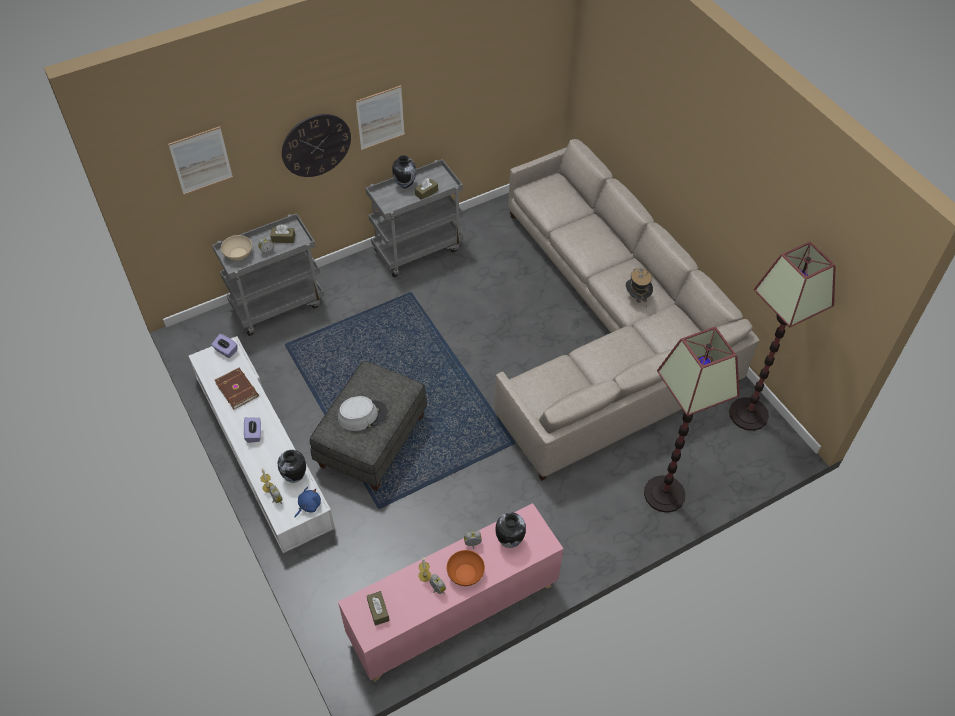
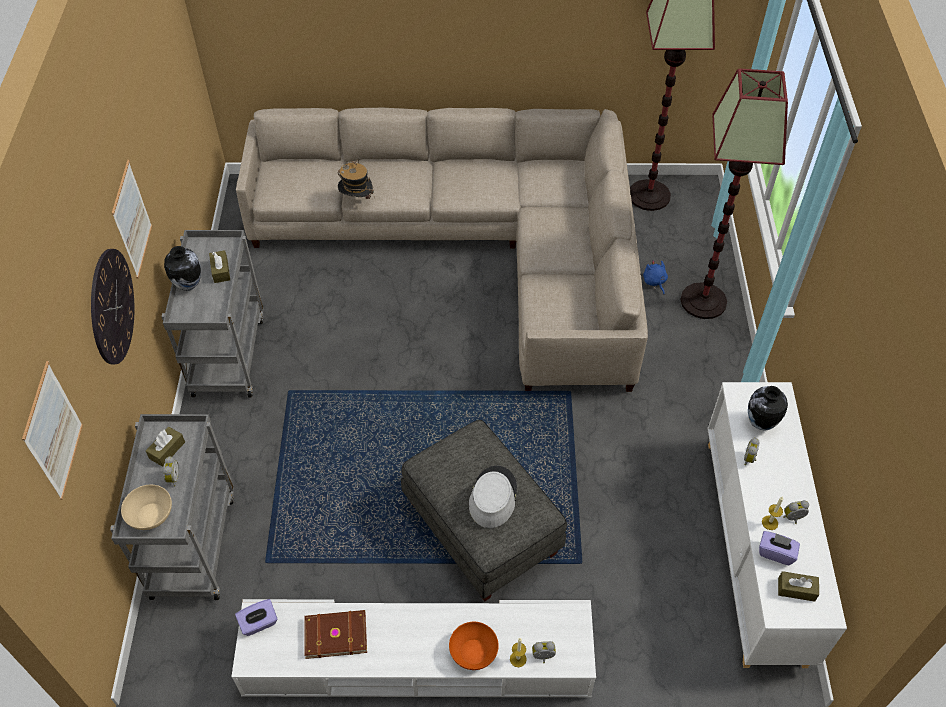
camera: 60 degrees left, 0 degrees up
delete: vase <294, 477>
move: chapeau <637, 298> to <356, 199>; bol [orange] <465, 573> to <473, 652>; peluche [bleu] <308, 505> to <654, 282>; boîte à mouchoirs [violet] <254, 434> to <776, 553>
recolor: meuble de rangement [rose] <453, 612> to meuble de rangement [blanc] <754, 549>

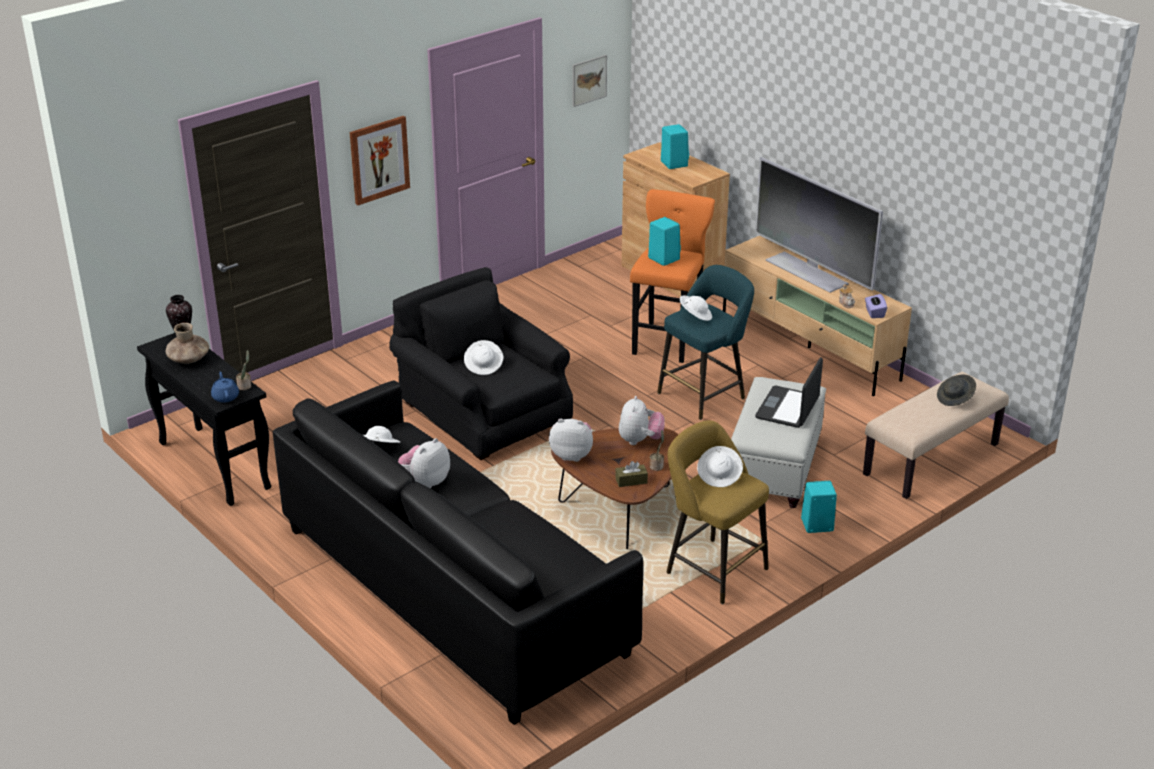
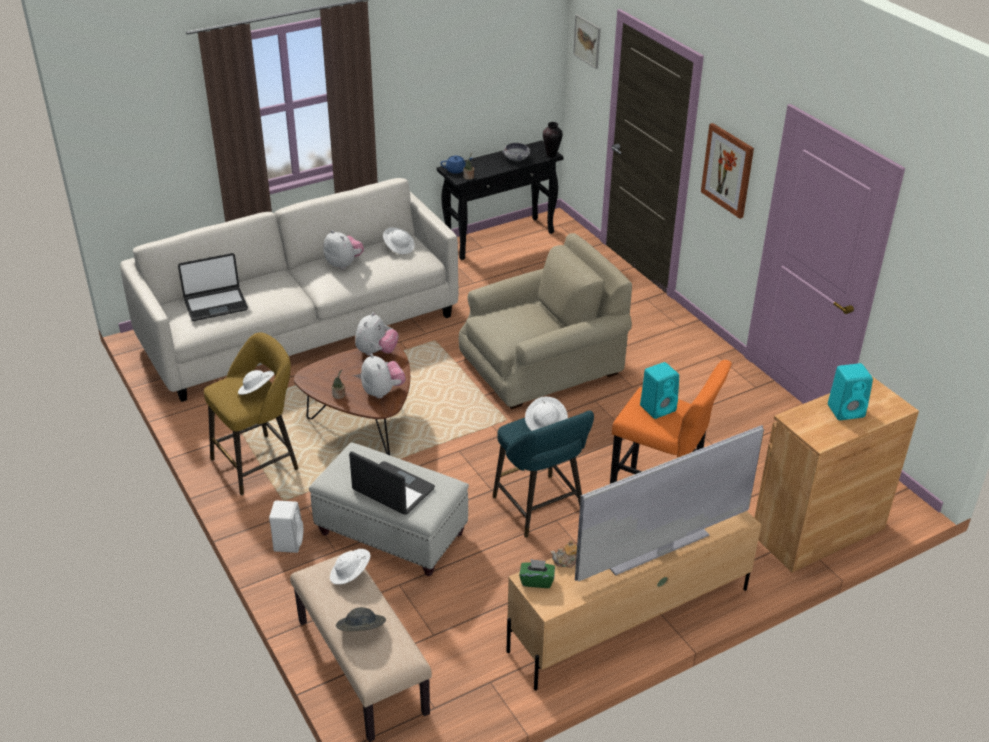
camera: 100 degrees right, 5 degrees up
delete: boîte à mouchoirs [marron] <631, 481>
insert: ordinateur portable <215, 304>
move: chapeau [blanc] <484, 366> to <350, 575>; tableau <589, 80> to <587, 41>
replace: vase [marron] <188, 359> to bol <516, 158>
recolor: canapé [noir] <452, 590> to canapé [blanc] <300, 329>; enceinte [turquoise] <816, 525> to enceinte [blanc] <288, 542>; fauteuil [noir] <484, 412> to fauteuil [beige] <541, 365>; boîte à mouchoirs [violet] <874, 313> to boîte à mouchoirs [vert] <536, 581>
rotate: peluche <640, 440> = <383, 392> 135 degrees counterclockwise

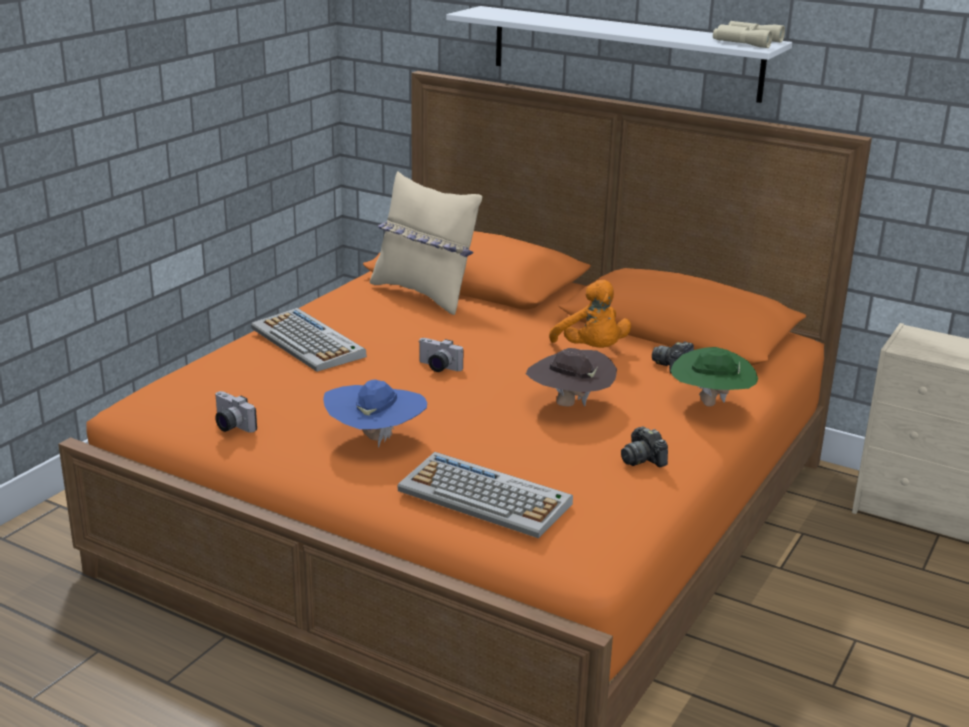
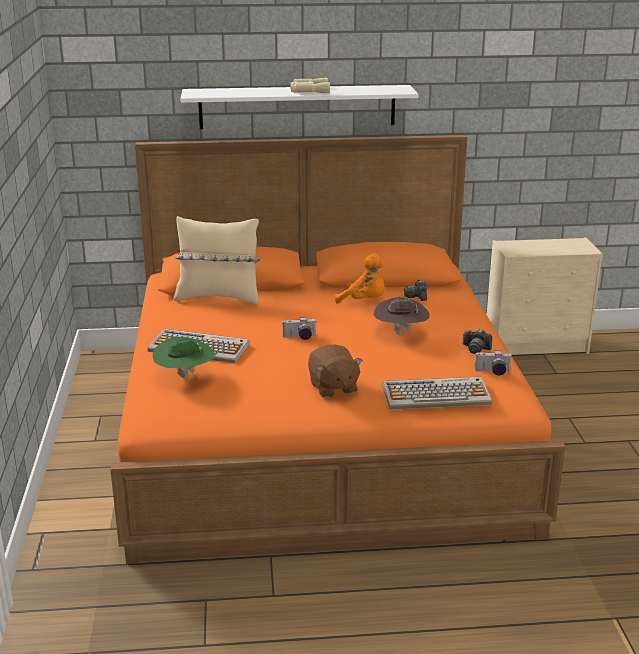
camera: 35 degrees left, 0 degrees up
move: chapeau [vert] <710, 404> to <185, 377>; jumelles [beige] <745, 41> to <308, 90>; appareil photo <230, 426> to <492, 372>
replace: chapeau [bleu] <376, 439> to peluche [marron] <333, 388>

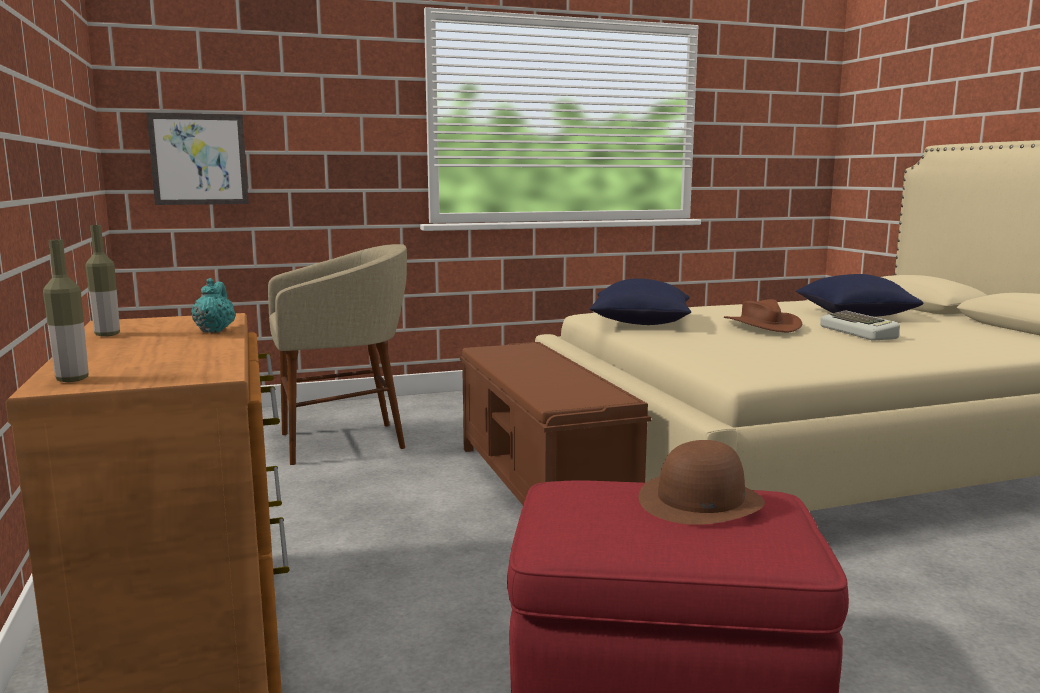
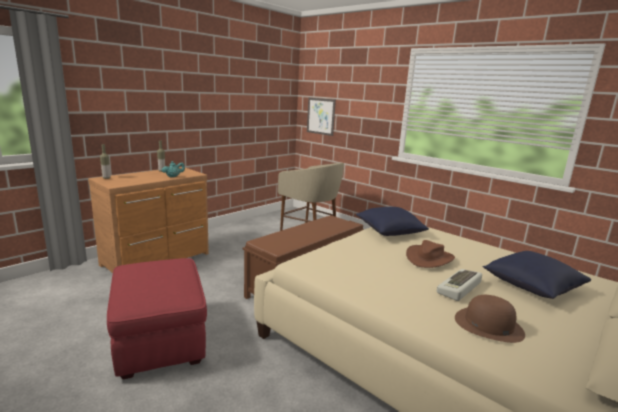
camera: 60 degrees right, 5 degrees up
move: chapeau [marron] <700, 501> to <488, 325>

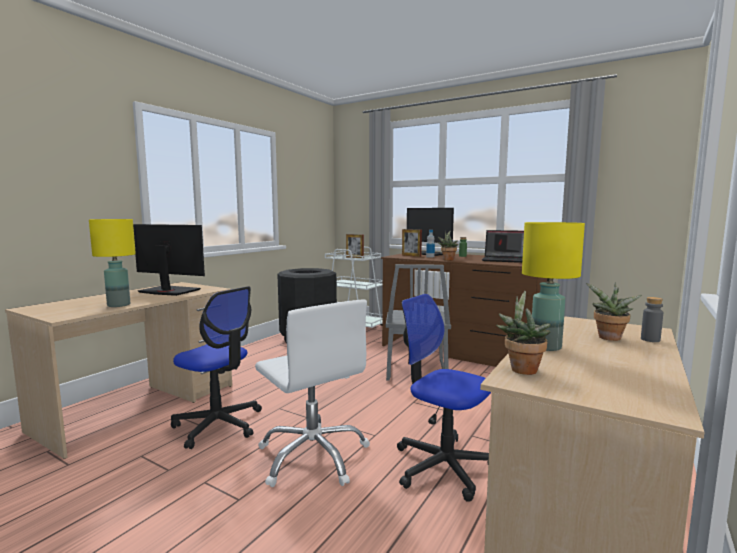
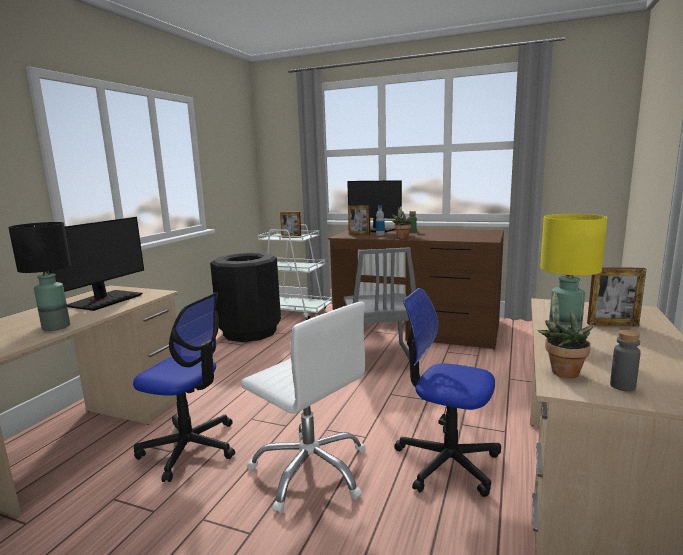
camera: 10 degrees left, 5 degrees up
delete: ordinateur portable <507, 260>
move: bouteille [gris] <650, 340> to <622, 386>
replace: plante en pot <608, 338> to cadre photo <612, 324>
recolor: lampe de table [jaune] <118, 305> to lampe de table [noir] <55, 327>
rotate: écran d'ordinateur <169, 291> = <104, 300> 105 degrees clockwise

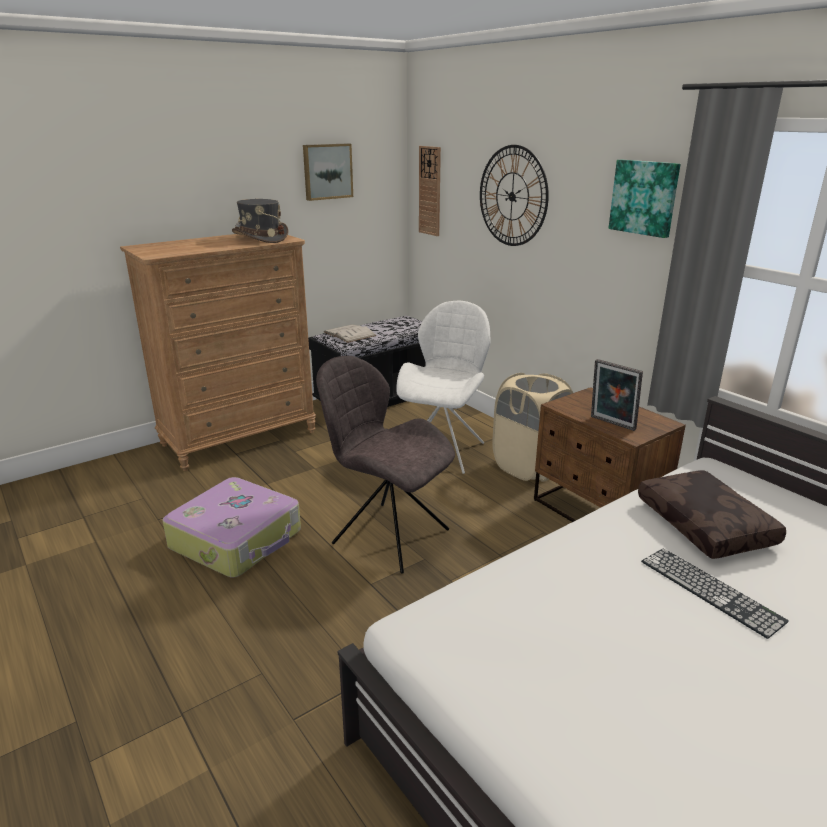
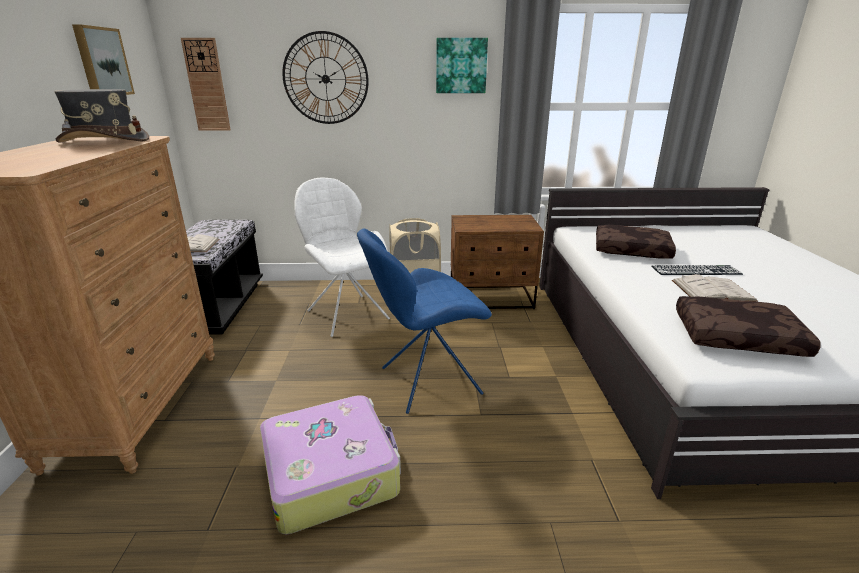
camera: 55 degrees left, 0 degrees up
delete: cadre photo <611, 424>
insert: livre [blanc] <712, 290>; coussin [marron] <737, 336>
recolor: chaise [gris] <387, 535> to chaise [bleu] <426, 381>

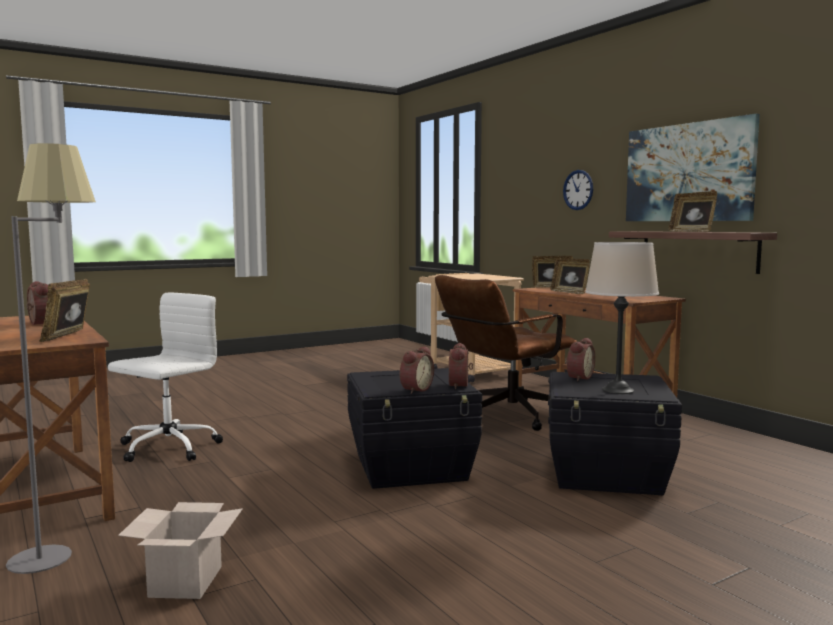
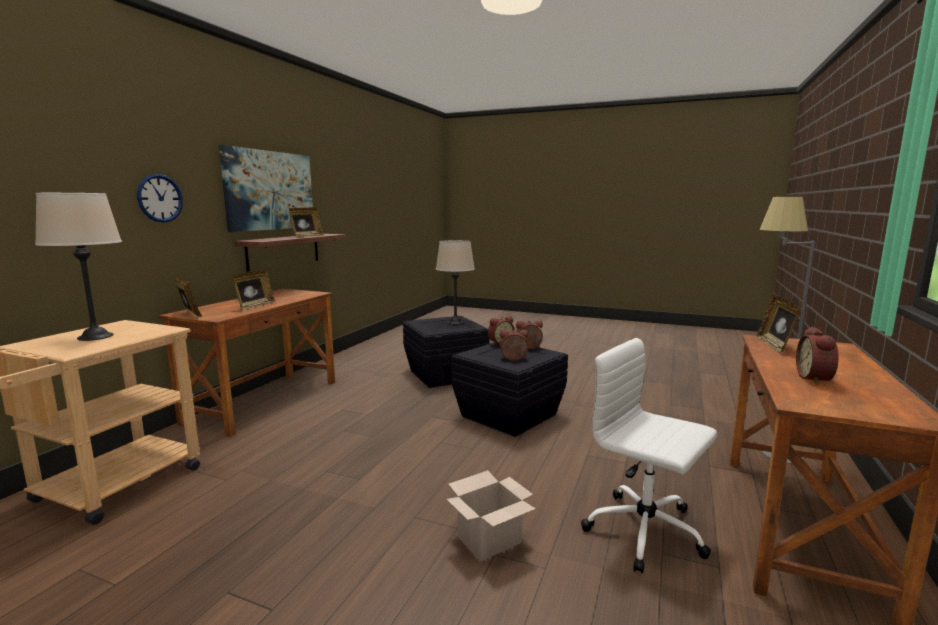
camera: 125 degrees left, 5 degrees up
delete: chaise de bureau [marron] <503, 417>
insert: lampe de table [beige] <95, 337>
move: carton <185, 580> to <489, 541>; réveil <578, 378> to <513, 359>
rotate: chaise de bureau [blanc] <167, 448> = <646, 532> 45 degrees clockwise; cadre photo <69, 336> = <774, 346> 135 degrees clockwise

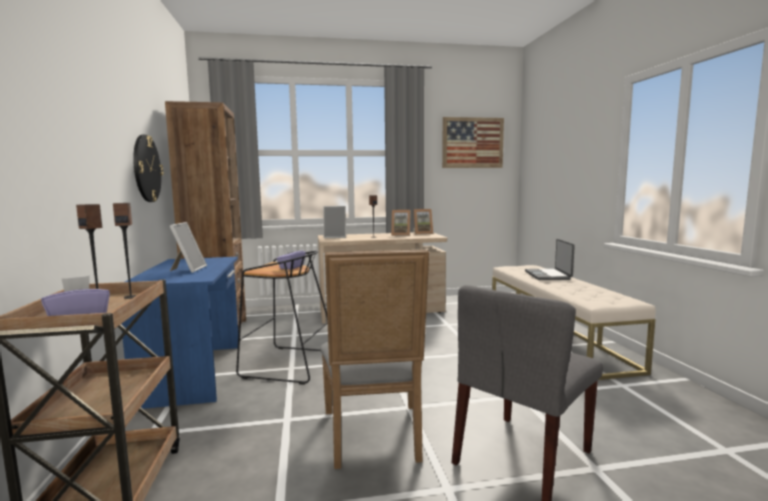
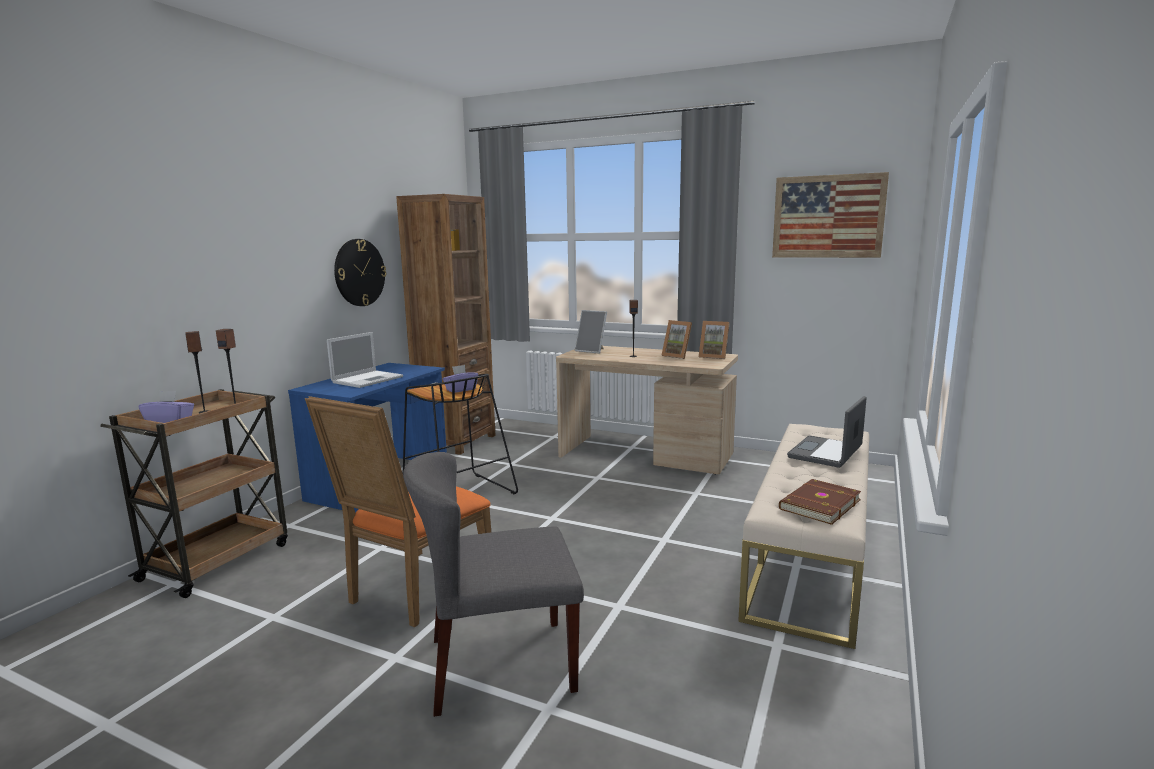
camera: 35 degrees right, 5 degrees up
insert: livre [marron] <818, 504>
replace: cadre photo <188, 269> to ordinateur portable <368, 379>
recolor: chaise [gris] <374, 438> to chaise [orange] <414, 591>

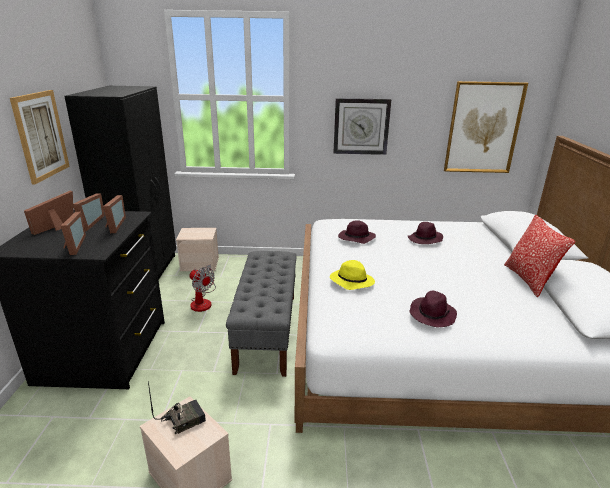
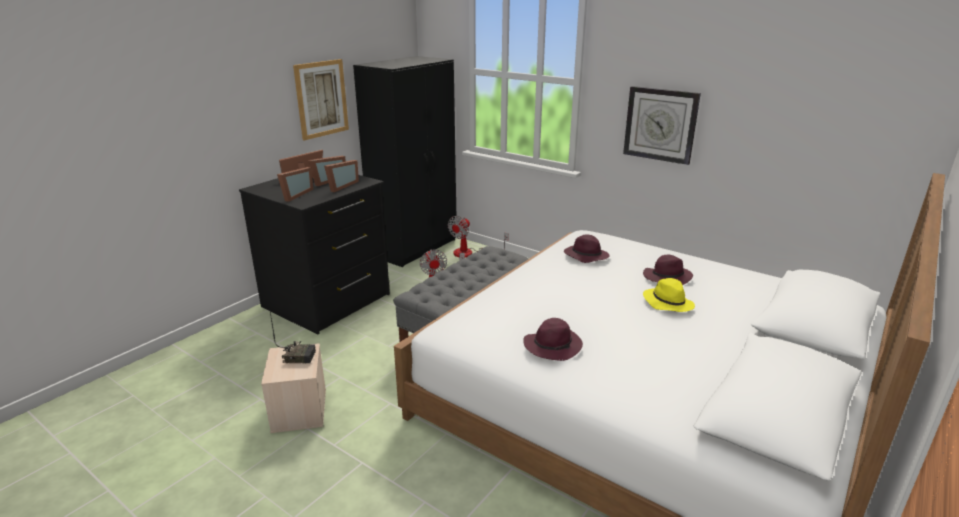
camera: 35 degrees right, 0 degrees up
delete: tableau <483, 128>; coussin <528, 280>
move: chapeau [jaune] <351, 281> to <667, 303>
replace: boîte de rangement [beige] <200, 264> to ventilateur <470, 253>

